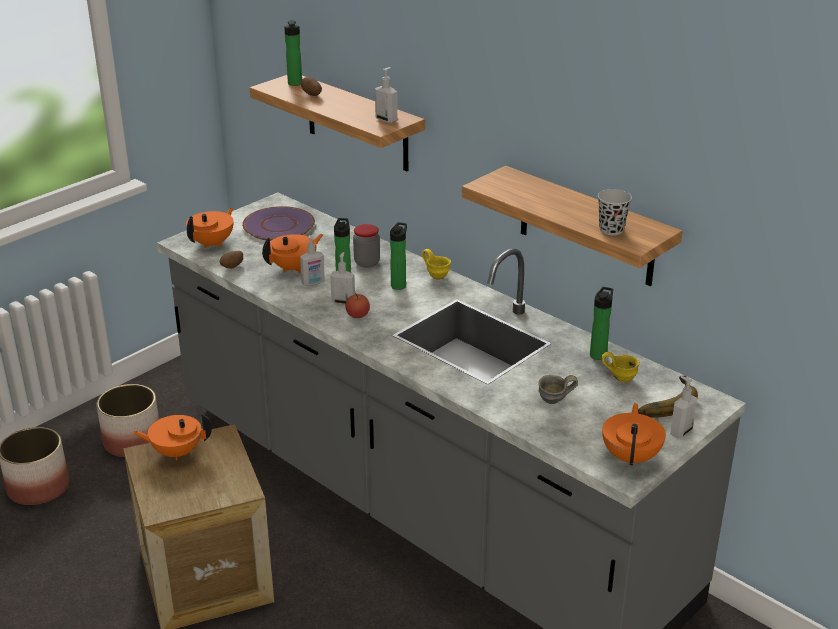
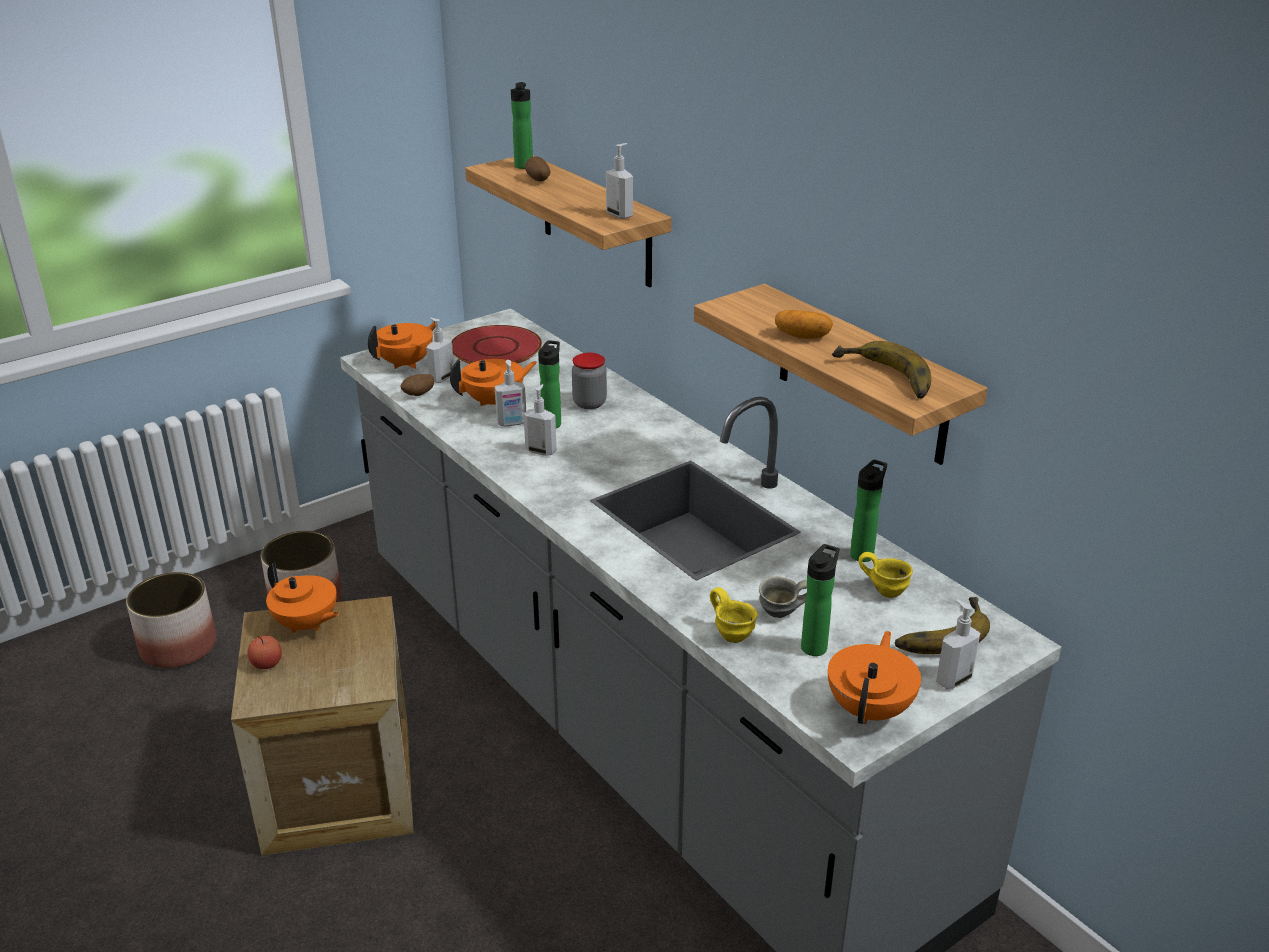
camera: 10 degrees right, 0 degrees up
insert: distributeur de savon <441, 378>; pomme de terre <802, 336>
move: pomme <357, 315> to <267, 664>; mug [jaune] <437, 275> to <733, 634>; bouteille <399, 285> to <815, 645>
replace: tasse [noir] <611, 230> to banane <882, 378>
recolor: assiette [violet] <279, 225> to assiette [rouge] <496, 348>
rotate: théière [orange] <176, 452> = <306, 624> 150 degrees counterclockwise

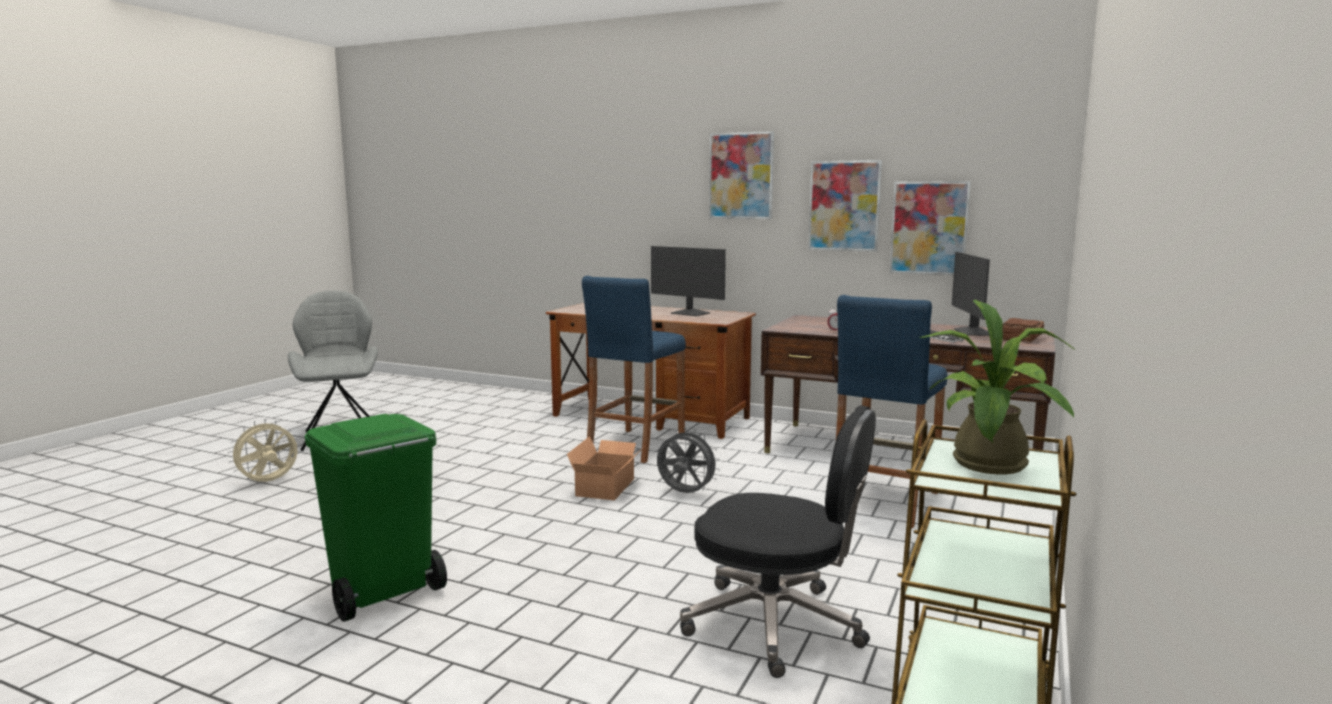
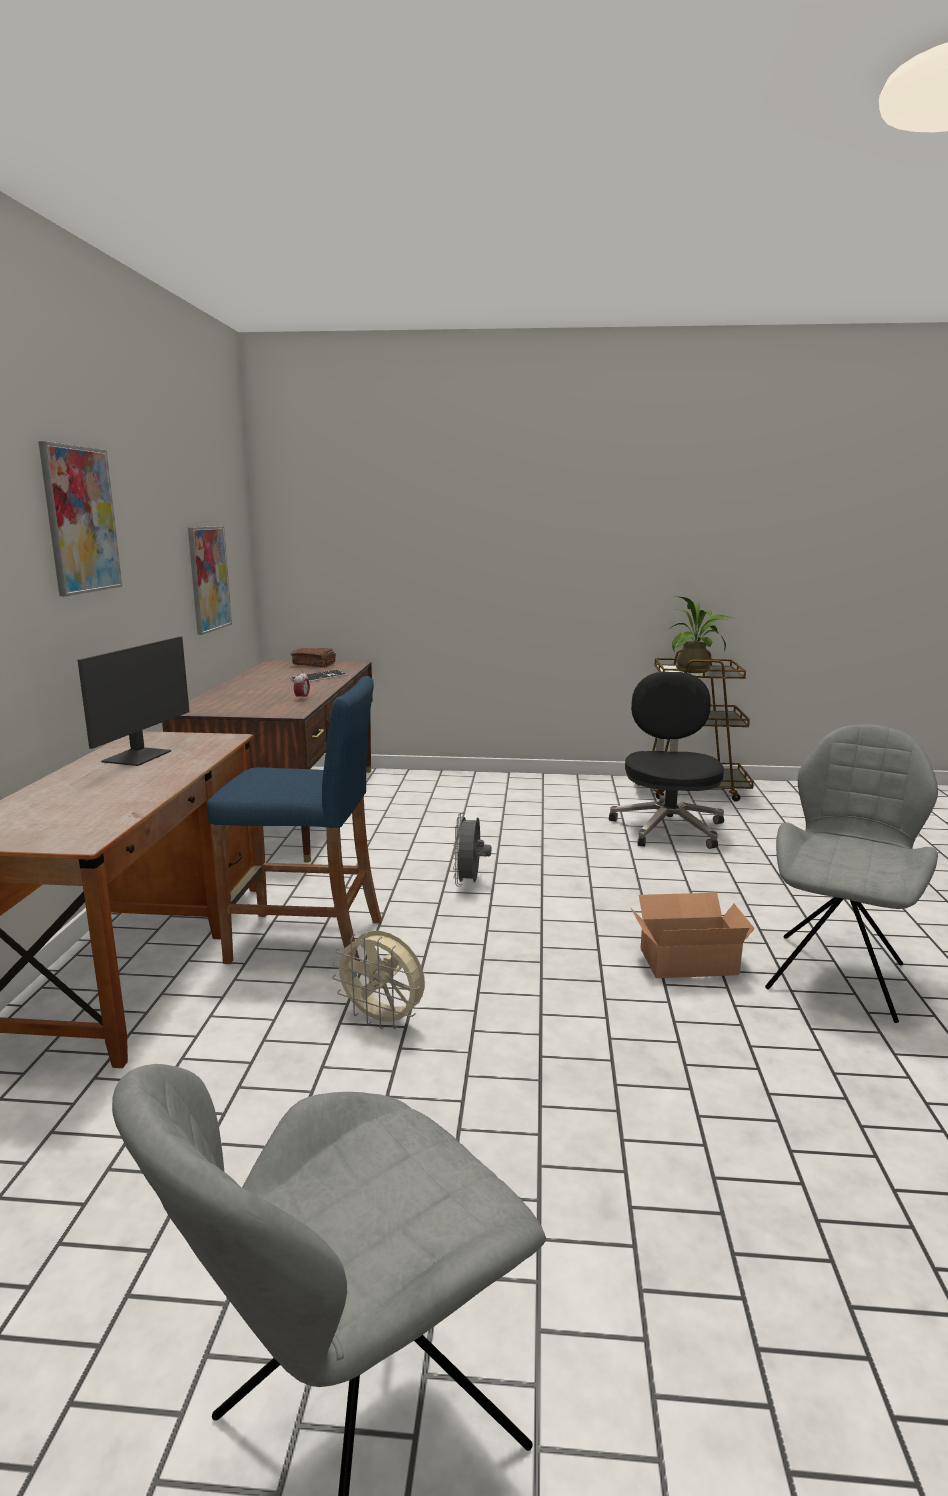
camera: 110 degrees left, 5 degrees up
delete: tableau <844, 206>; tabouret [bleu] <884, 501>; écran d'ordinateur <972, 332>
move: ventilateur [beige] <268, 483> to <383, 1019>; carton <608, 487> to <685, 959>
replace: poubelle [vert] <381, 594> to chaise [gris] <836, 973>

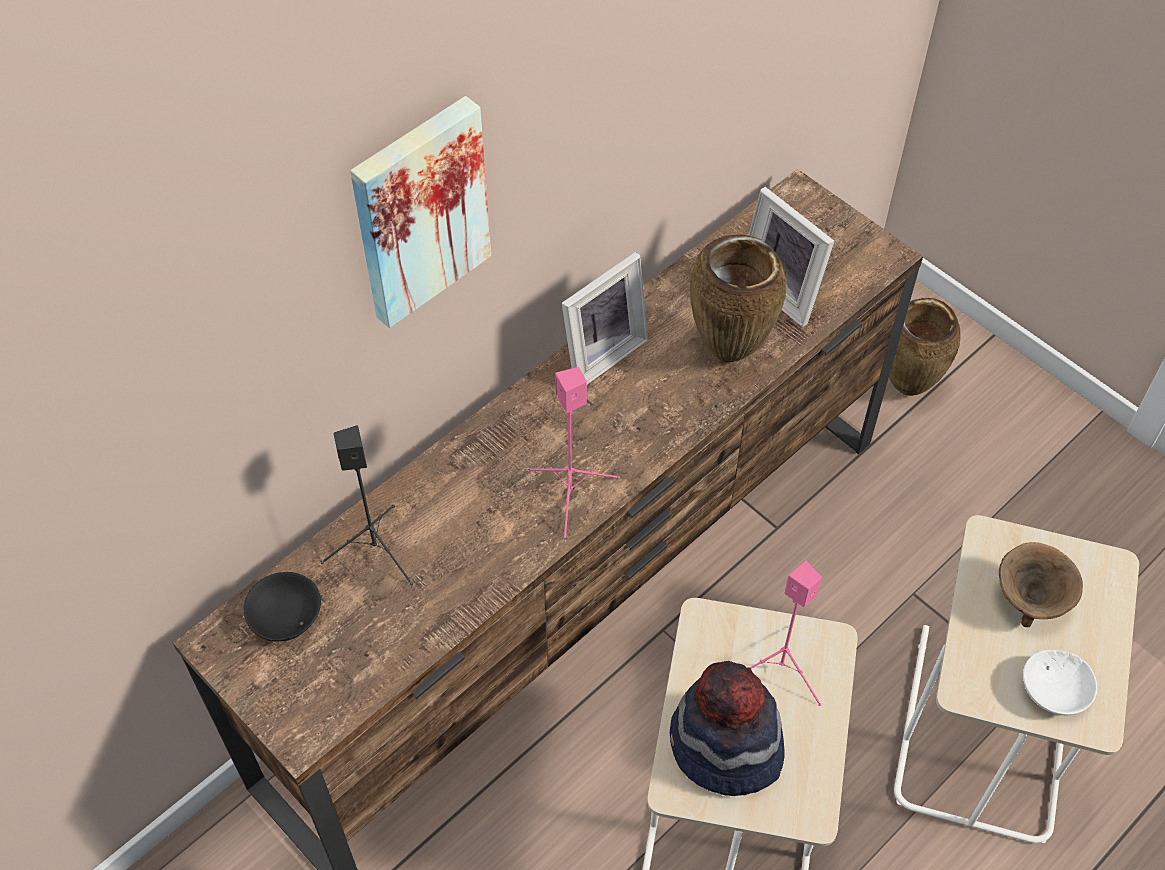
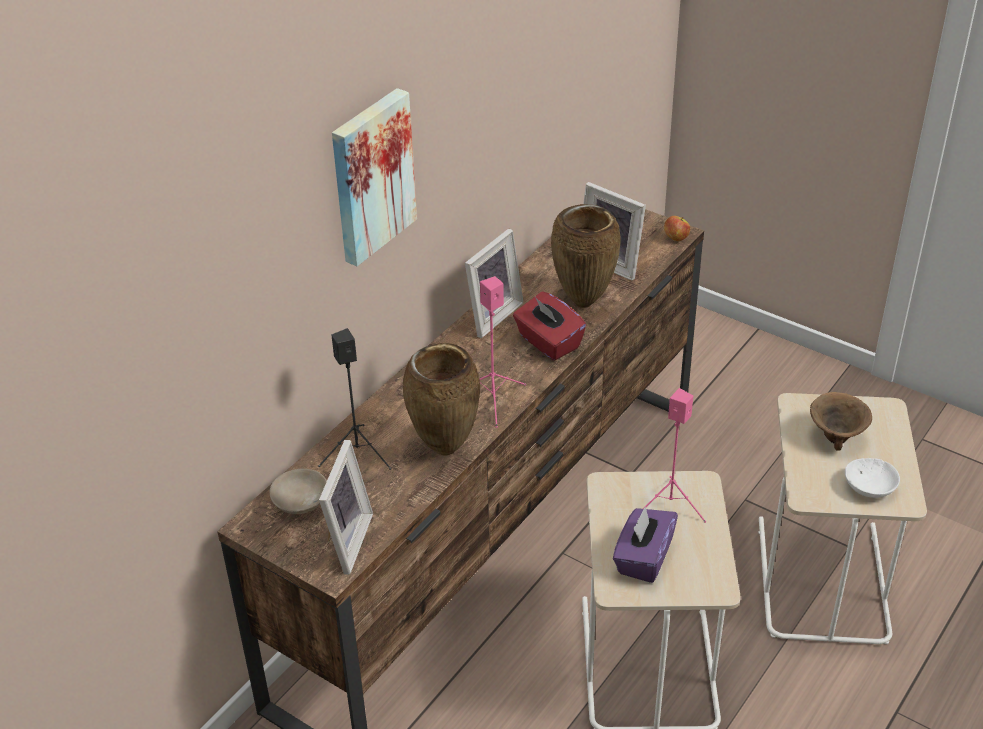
camera: 10 degrees left, 15 degrees down
insert: cadre photo <343, 541>; boîte à mouchoirs [rouge] <548, 342>; pomme <675, 238>
move: vase [marron] <906, 387> to <443, 448>
replace: chapeau <725, 747> to boîte à mouchoirs [violet] <643, 558>
recolor: bol [noir] <285, 614> to bol [beige] <300, 500>

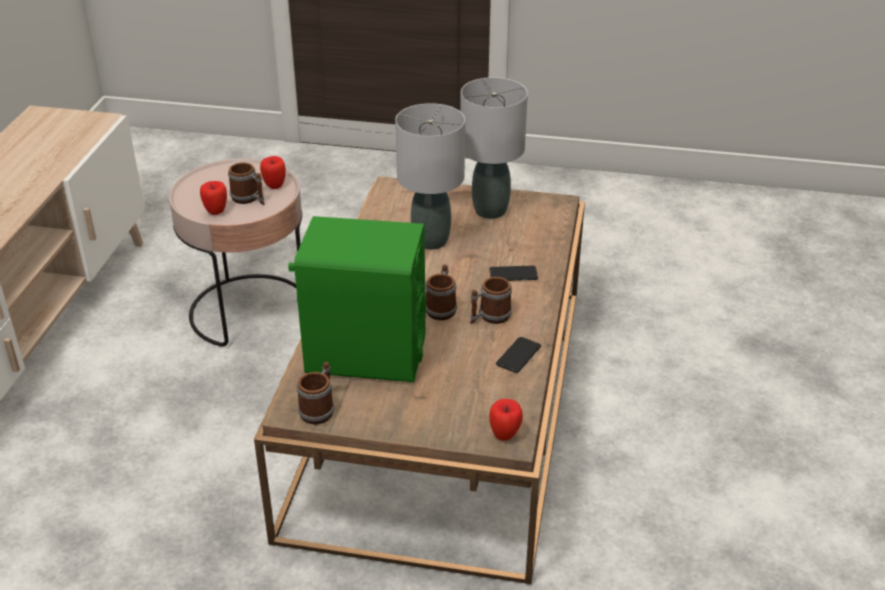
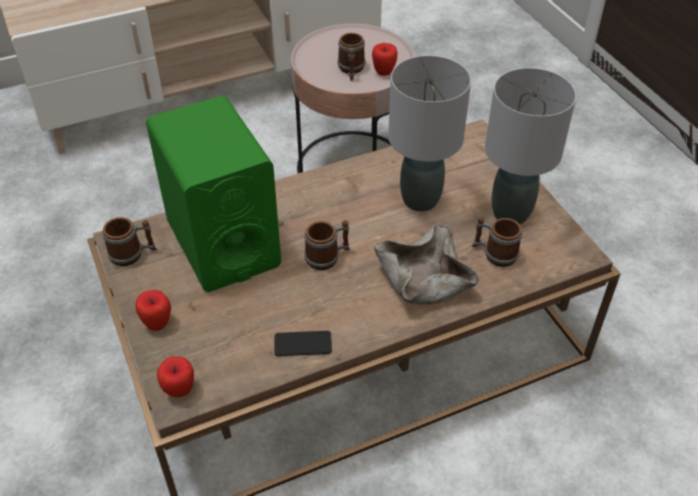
camera: 55 degrees right, 10 degrees up
move: pomme <216, 211> to <157, 324>; mug <489, 317> to <494, 253>
replace: téléphone <513, 274> to bol [beige] <425, 279>

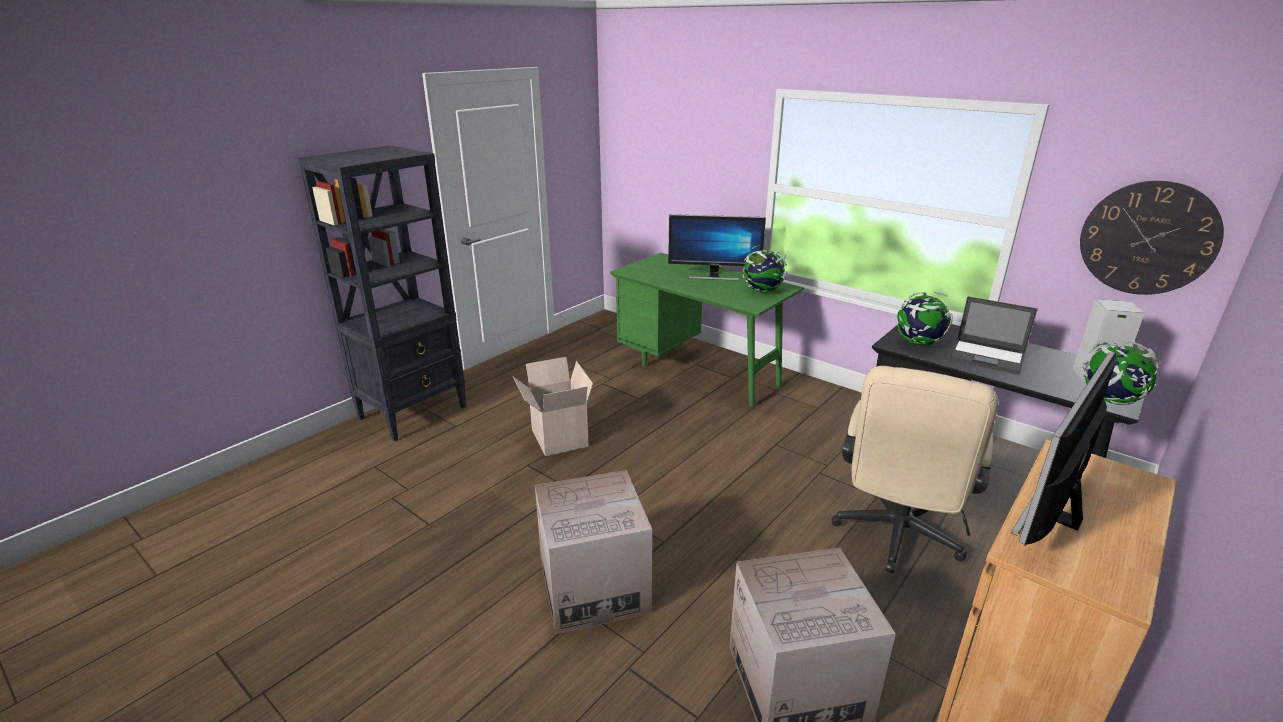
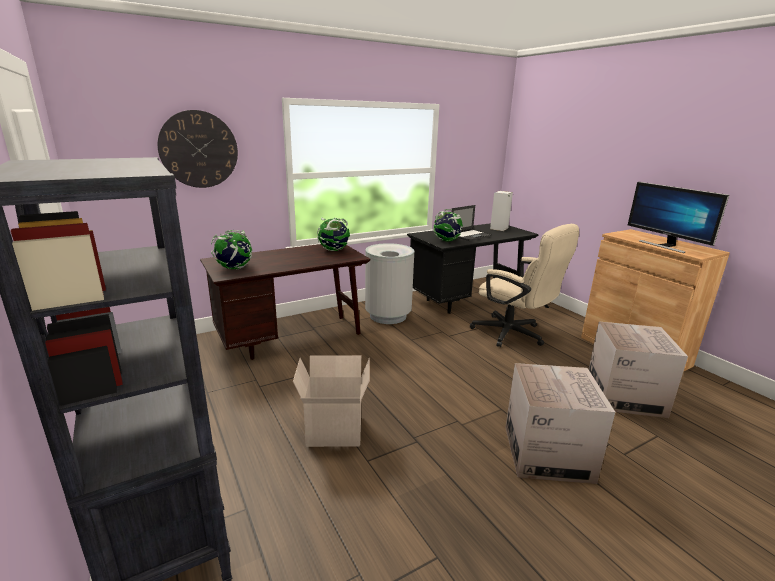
camera: 70 degrees left, 5 degrees down
delete: écran d'ordinateur <714, 276>
insert: poubelle [gris] <388, 316>
move: horloge murale <1148, 238> to <199, 149>; globe <1110, 400> to <234, 268>
recolor: bureau [vert] <700, 371> to bureau [marron] <291, 338>

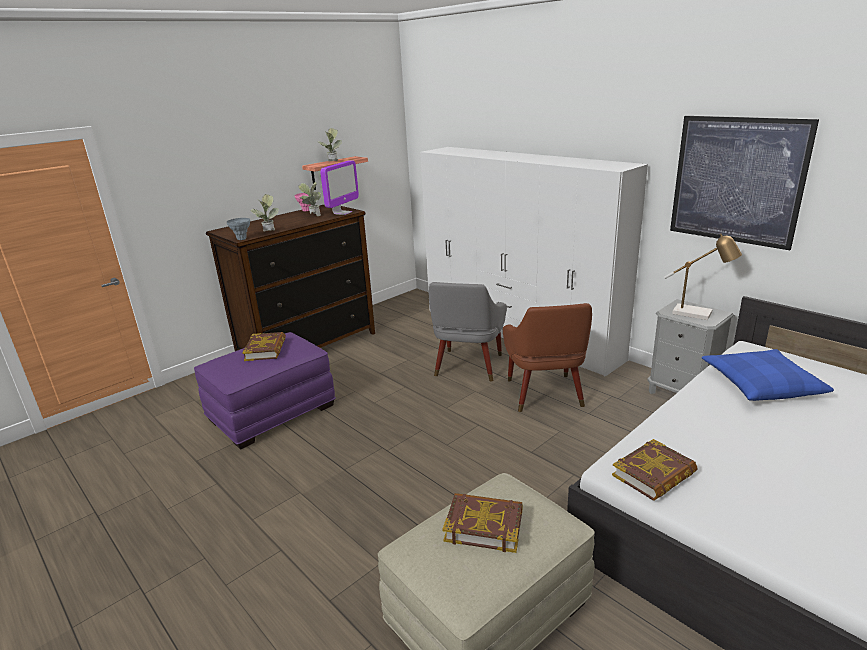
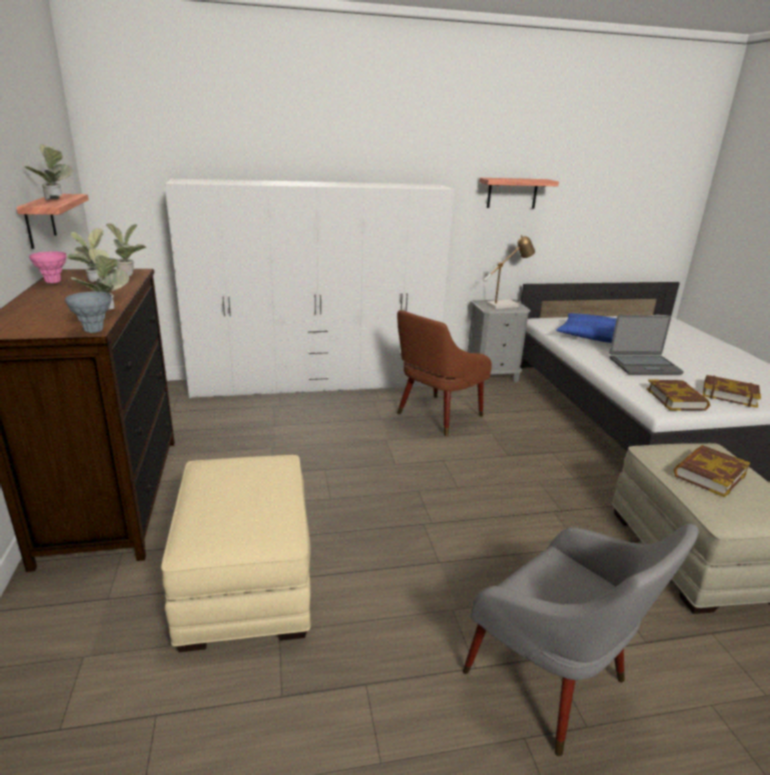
camera: 60 degrees left, 0 degrees up
insert: ordinateur portable <644, 365>
move: fauteuil [gris] <467, 368> to <553, 684>; livre <266, 350> to <729, 394>
replace: écran d'ordinateur <342, 213> to plante en pot <130, 275>; tableau <736, 180> to étagère <512, 193>
recolor: pouf [violet] <272, 412> to pouf [beige] <245, 580>
rotate: fauteuil [marron] <545, 396> = <435, 416> 105 degrees clockwise

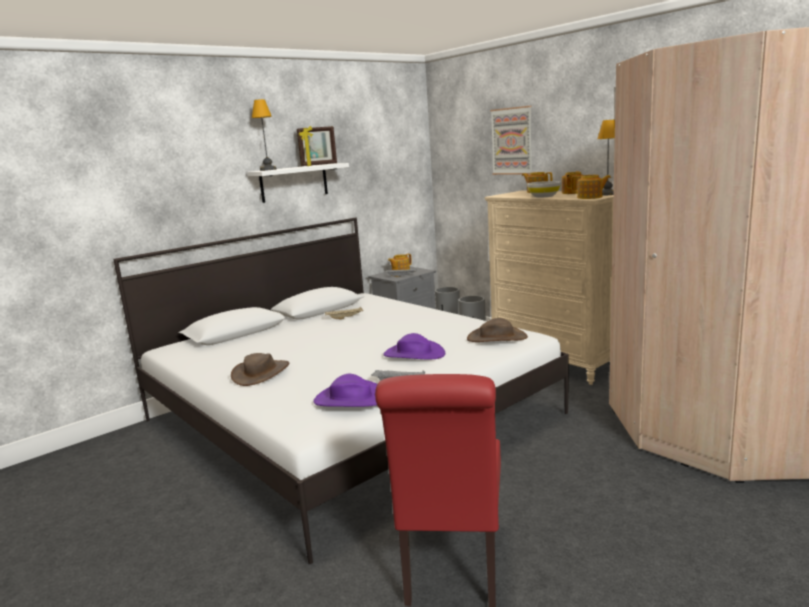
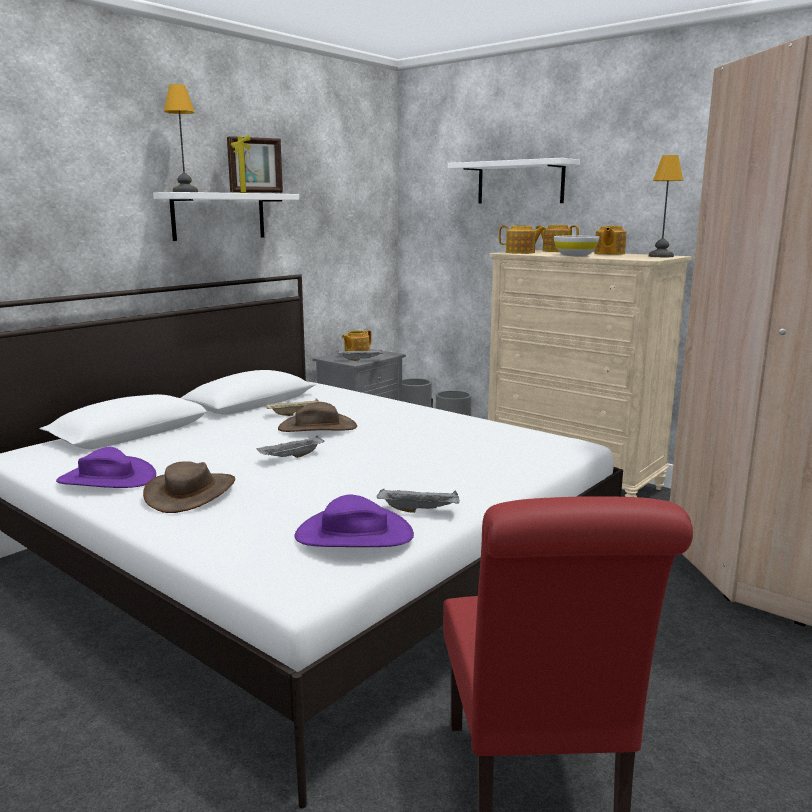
camera: 10 degrees left, 0 degrees up
insert: plateau [gris] <291, 457>
move: chapeau [violet] <414, 354> to <107, 479>; chapeau [marron] <497, 338> to <317, 427>; théière <590, 197> to <521, 252>
replace: tableau <512, 141> to étagère [blanc] <520, 182>

